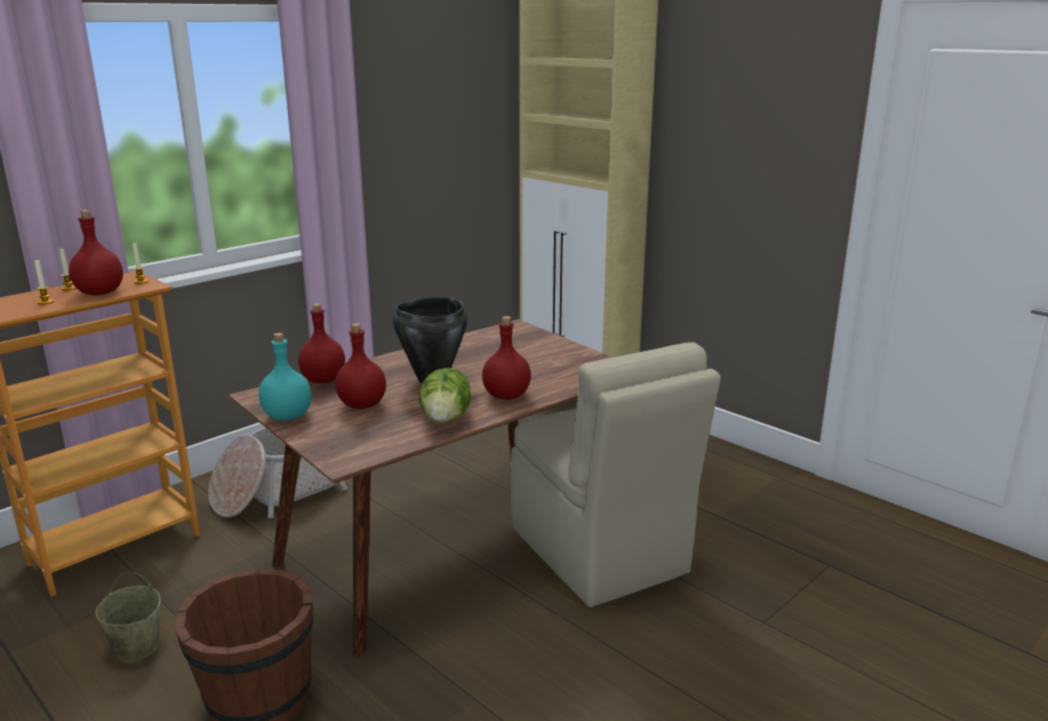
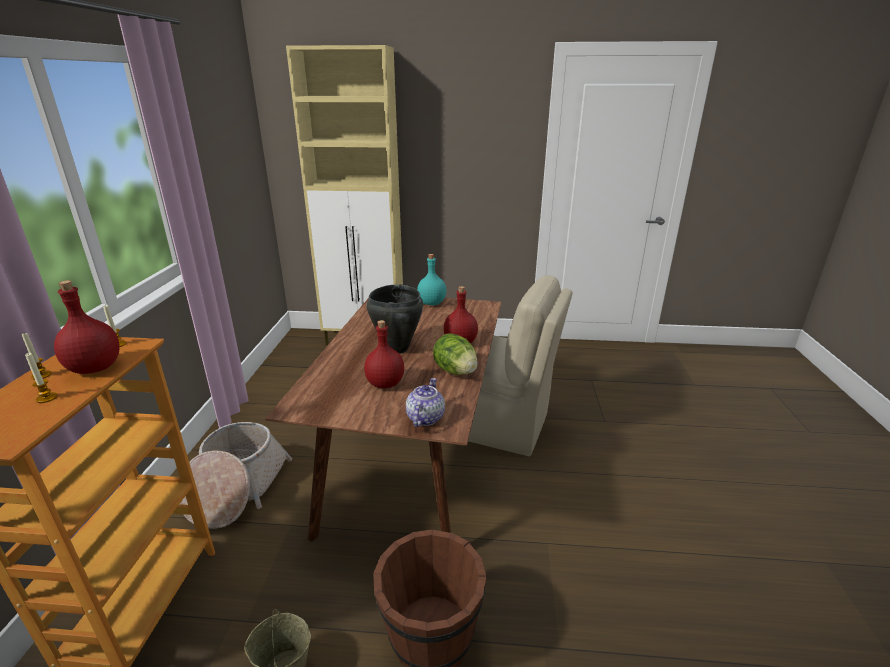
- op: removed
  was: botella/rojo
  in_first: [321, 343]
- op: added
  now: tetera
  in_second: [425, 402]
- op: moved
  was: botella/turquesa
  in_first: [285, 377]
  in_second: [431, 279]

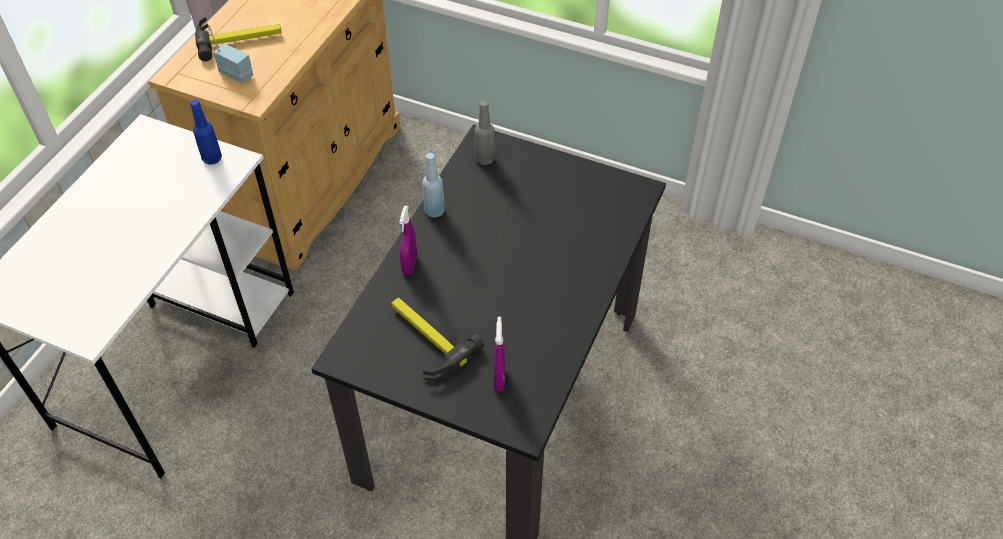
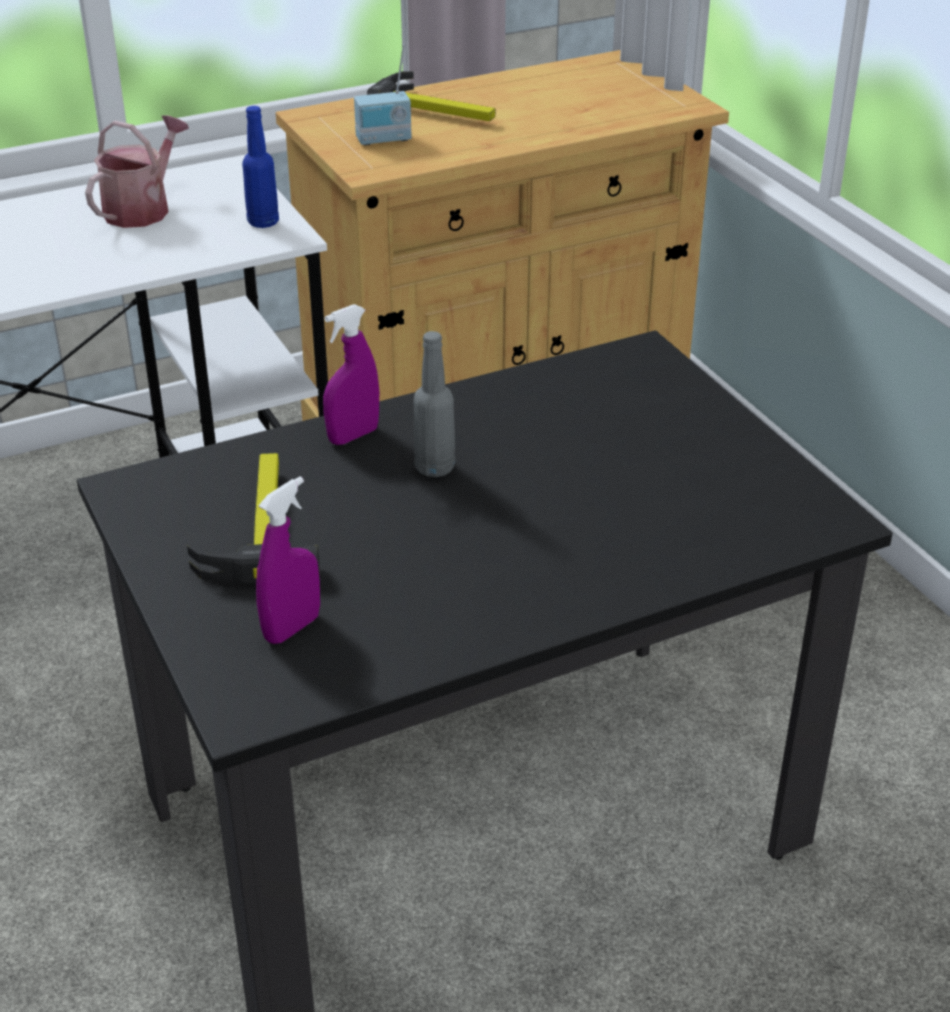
- op: removed
  was: botella/azul
  in_first: [433, 185]
- op: added
  now: regadera
  in_second: [137, 171]
- op: moved
  was: botella/gris
  in_first: [485, 133]
  in_second: [434, 404]
- op: turned
  was: radio
  in_first: [230, 54]
  in_second: [383, 95]
  clockwise: 90

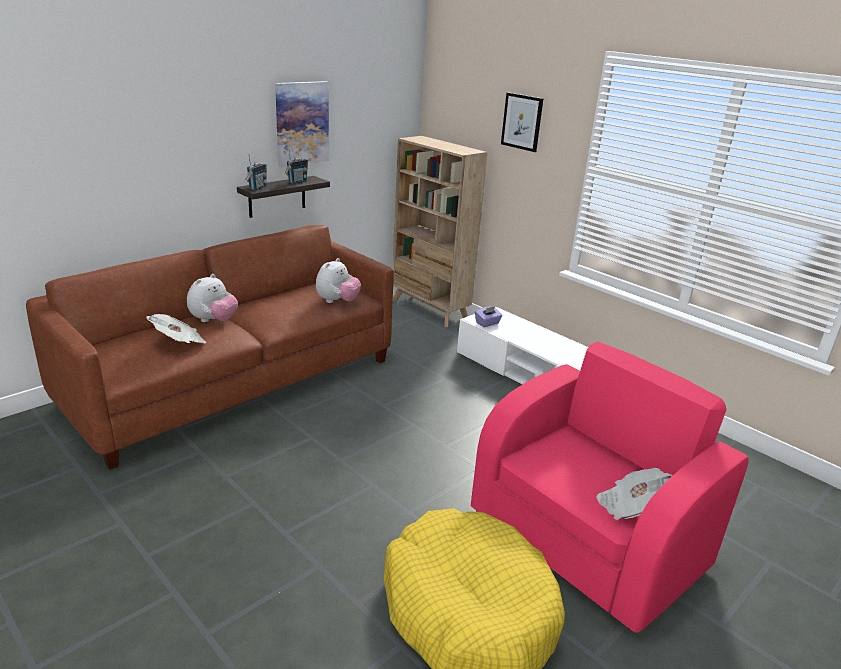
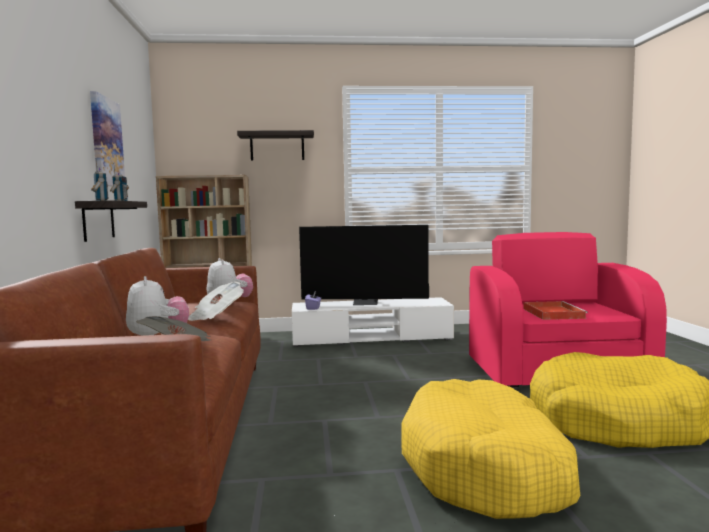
- op: added
  now: televisor
  in_second: [364, 265]
- op: added
  now: cama para perro/amarillo
  in_second: [490, 449]
- op: added
  now: bandeja/rojo
  in_second: [556, 310]
- op: moved
  was: periódico
  in_first: [634, 494]
  in_second: [216, 301]
- op: replaced
  was: cuadro
  now: estante
  in_first: [522, 122]
  in_second: [275, 145]

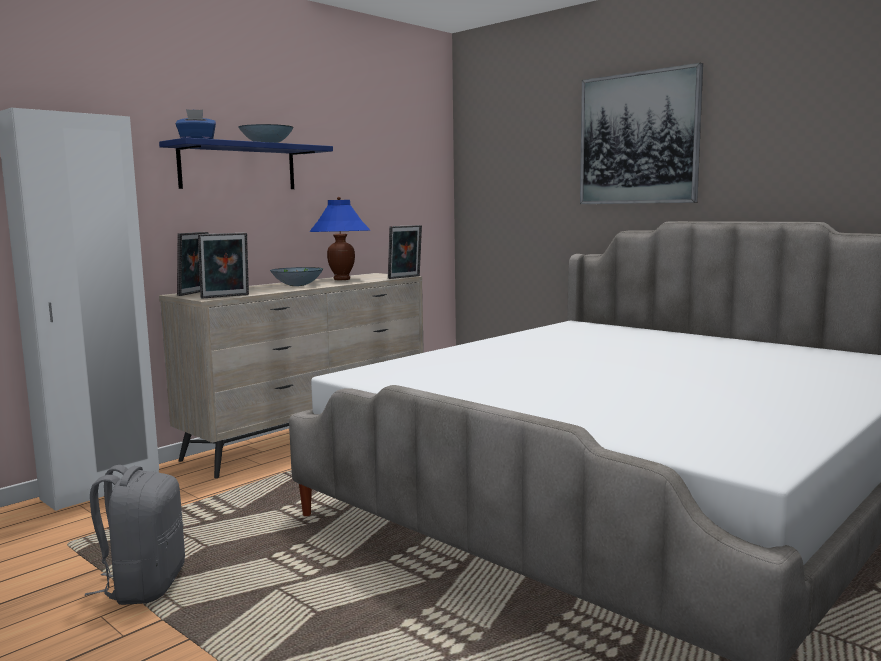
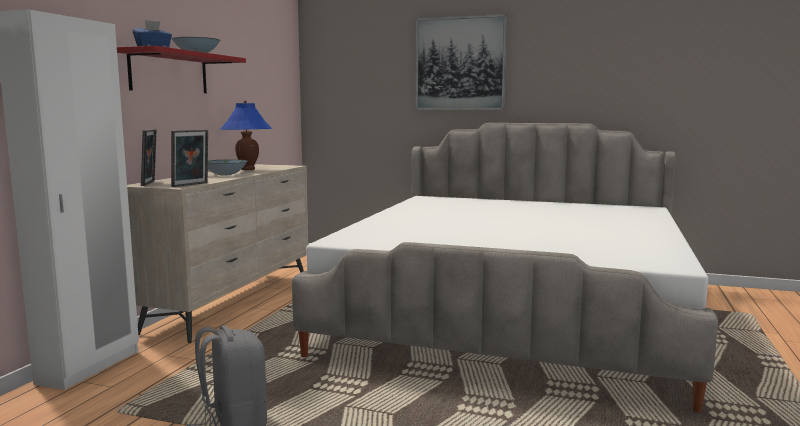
- op: removed
  was: portarretratos
  in_first: [405, 252]
- op: recoloured
  was: estante/azul
  now: estante/rojo
  in_first: [246, 163]
  in_second: [181, 69]

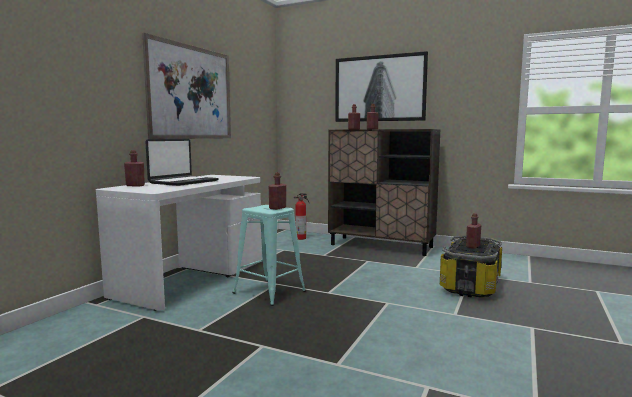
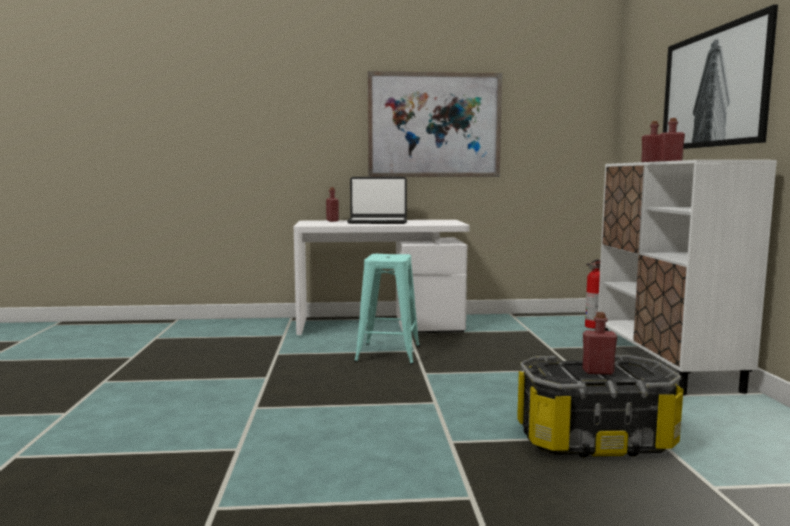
- op: removed
  was: botella/rojo
  in_first: [277, 191]
- op: recoloured
  was: armario/marrón
  now: armario/blanco
  in_first: [384, 192]
  in_second: [687, 278]

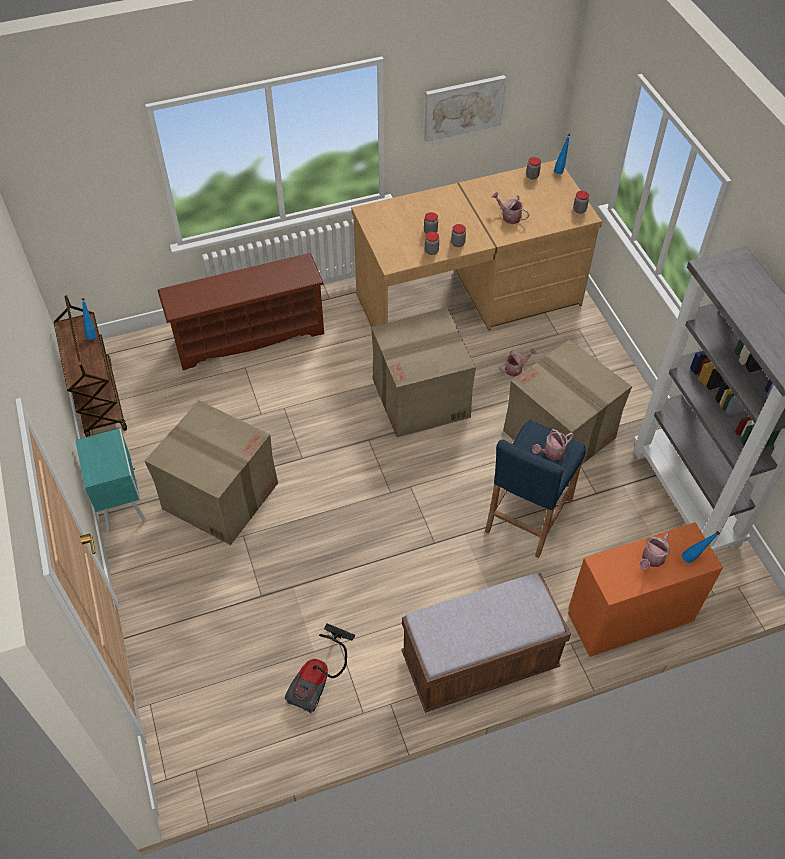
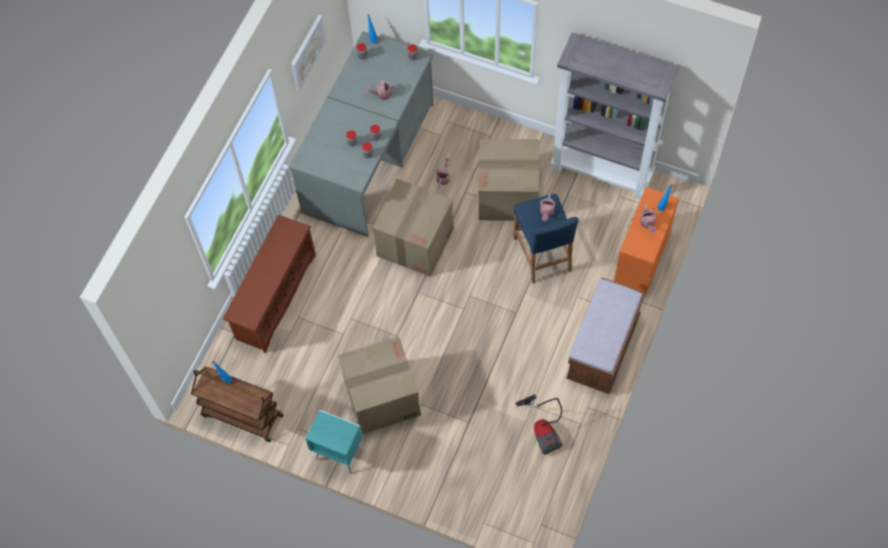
- op: recoloured
  was: escritorio/marrón
  now: escritorio/gris
  in_first: [476, 245]
  in_second: [361, 134]

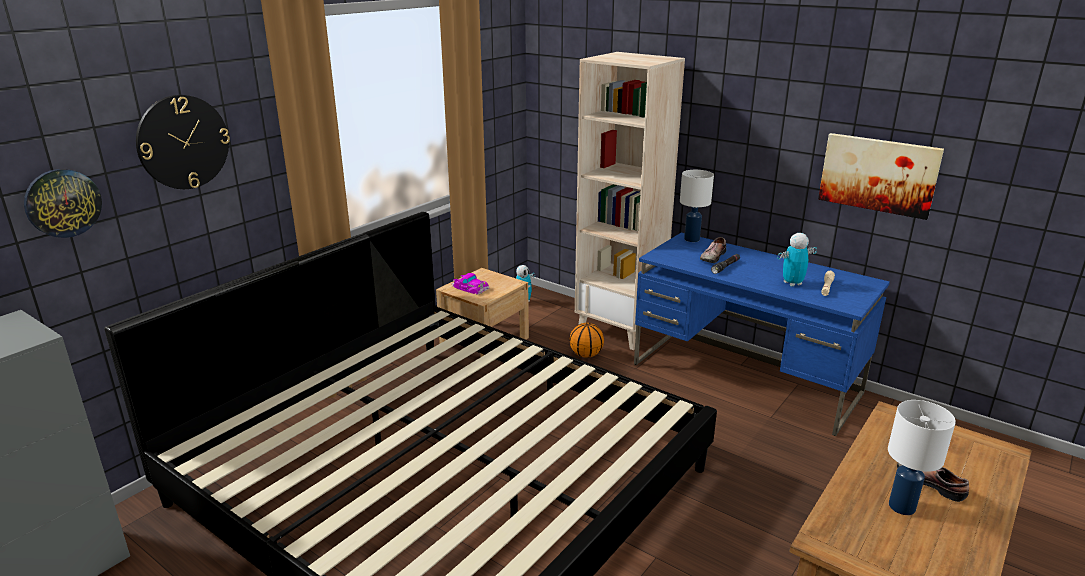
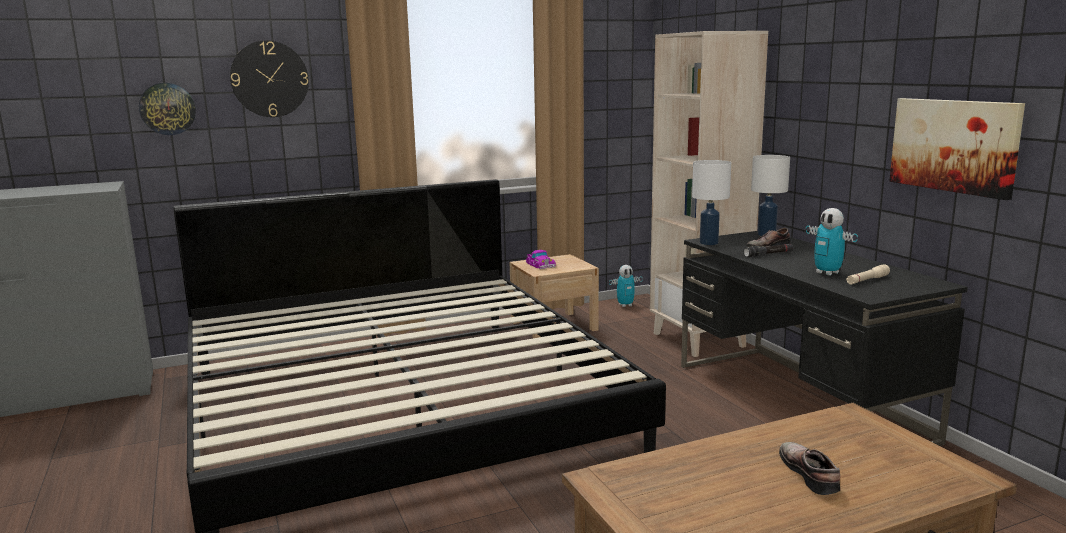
- op: removed
  was: balón de baloncesto
  in_first: [587, 340]
- op: moved
  was: lámpara de mesa/blanco
  in_first: [922, 457]
  in_second: [711, 202]
- op: recoloured
  was: escritorio/azul
  now: escritorio/negro
  in_first: [762, 334]
  in_second: [824, 338]
- op: turned
  was: robot de juguete
  in_first: [797, 260]
  in_second: [832, 242]
  clockwise: -135

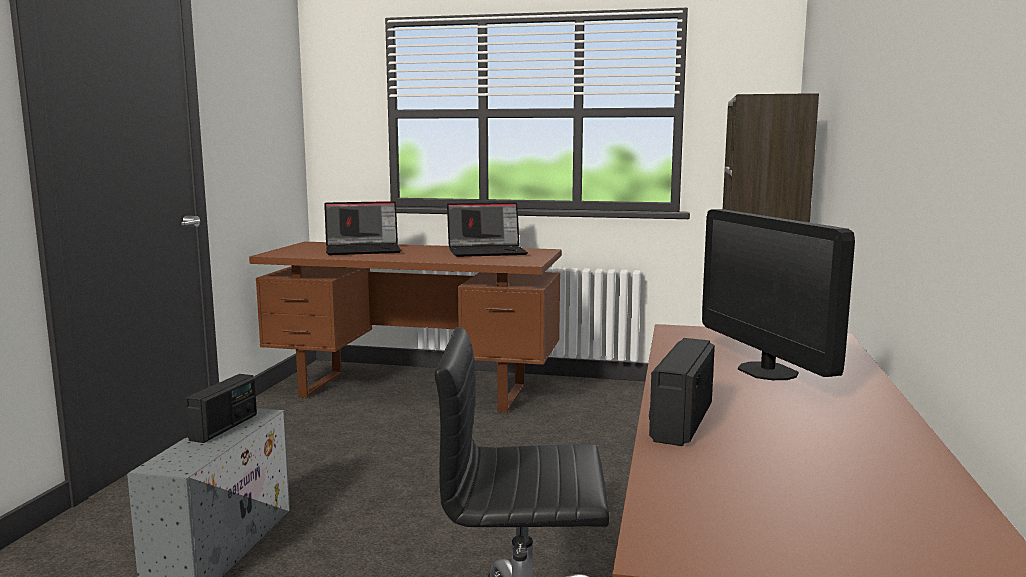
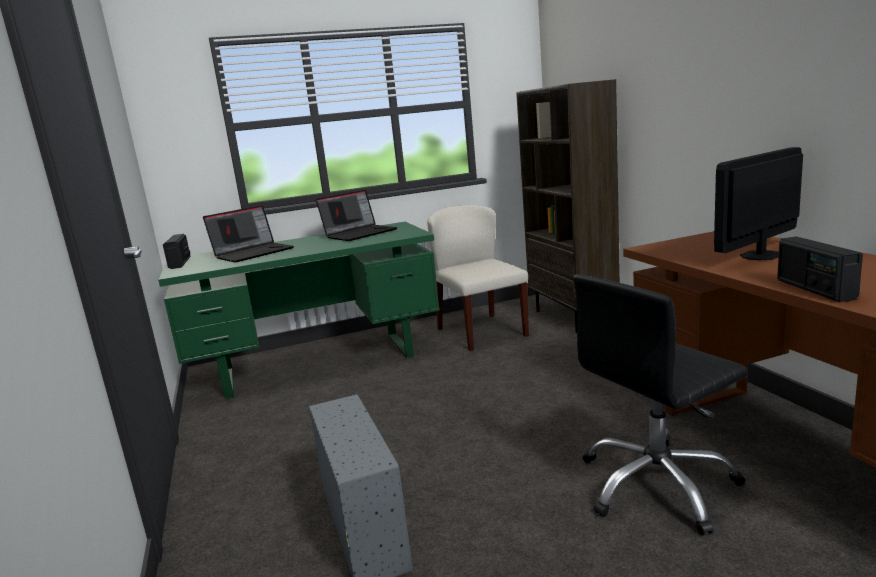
- op: added
  now: silla/beis
  in_second: [478, 278]
- op: moved
  was: radio
  in_first: [220, 408]
  in_second: [177, 251]
- op: recoloured
  was: escritorio/marrón
  now: escritorio/verde
  in_first: [405, 328]
  in_second: [299, 310]
- op: turned
  was: monitor
  in_first: [778, 294]
  in_second: [758, 203]
  clockwise: 105

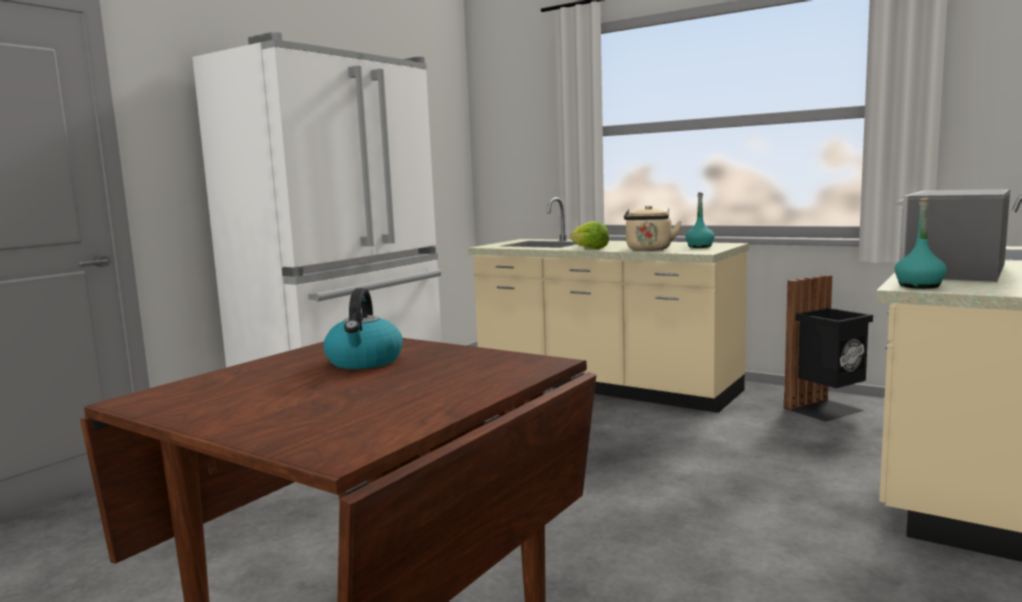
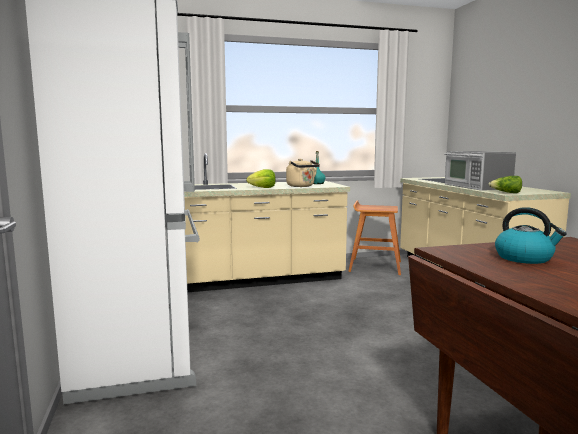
- op: replaced
  was: papelera/negro
  now: taburete/marrón
  in_first: [828, 348]
  in_second: [374, 237]
- op: replaced
  was: botella/turquesa
  now: lechuga
  in_first: [921, 243]
  in_second: [505, 184]

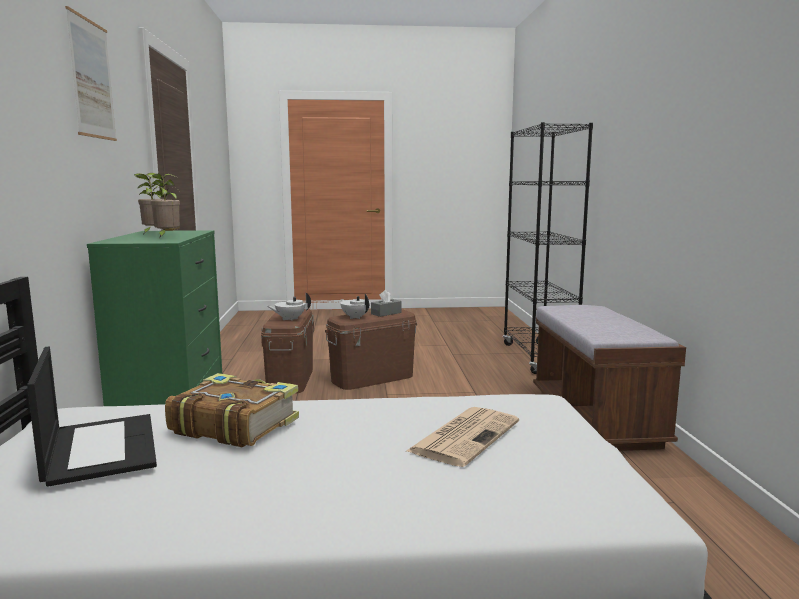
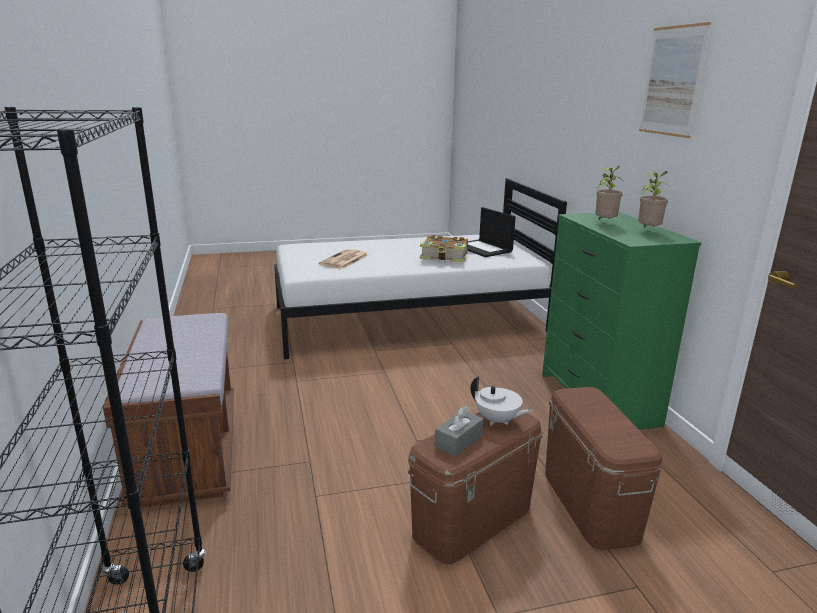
- op: removed
  was: tetera/blanco
  in_first: [289, 306]

